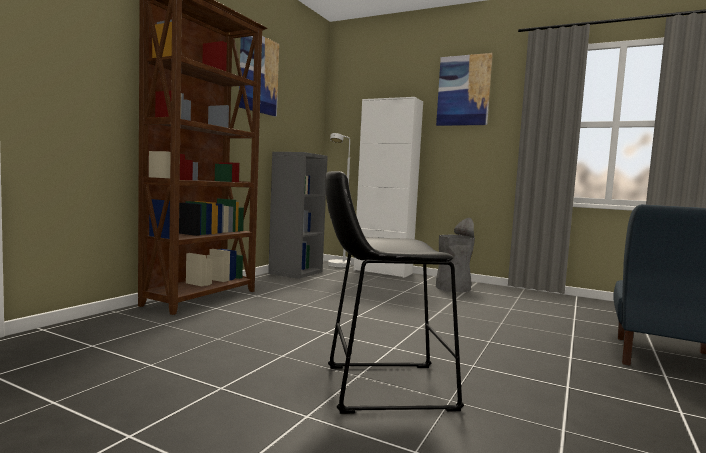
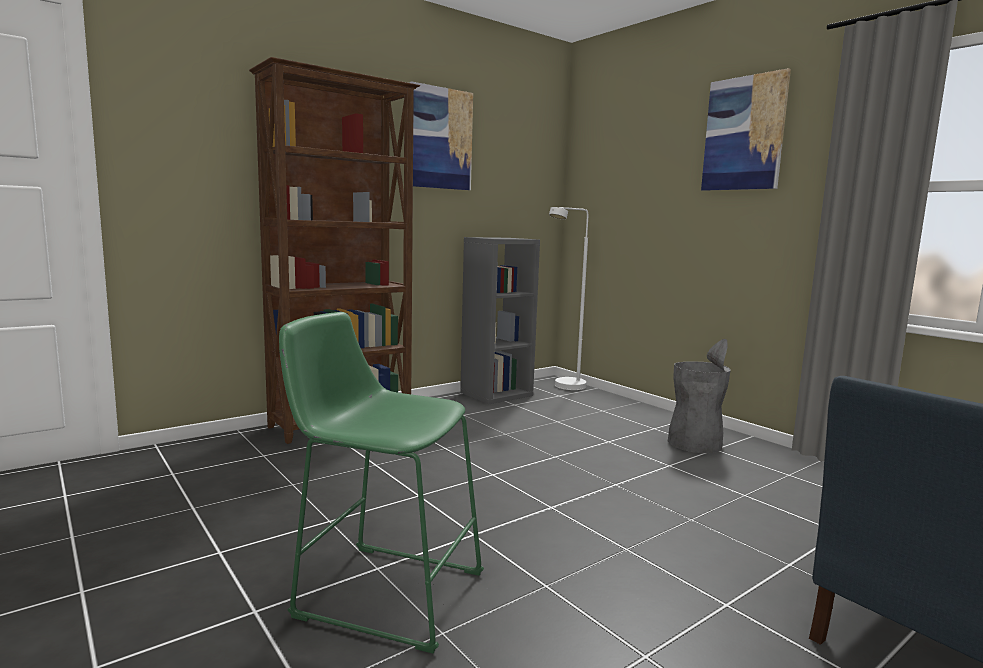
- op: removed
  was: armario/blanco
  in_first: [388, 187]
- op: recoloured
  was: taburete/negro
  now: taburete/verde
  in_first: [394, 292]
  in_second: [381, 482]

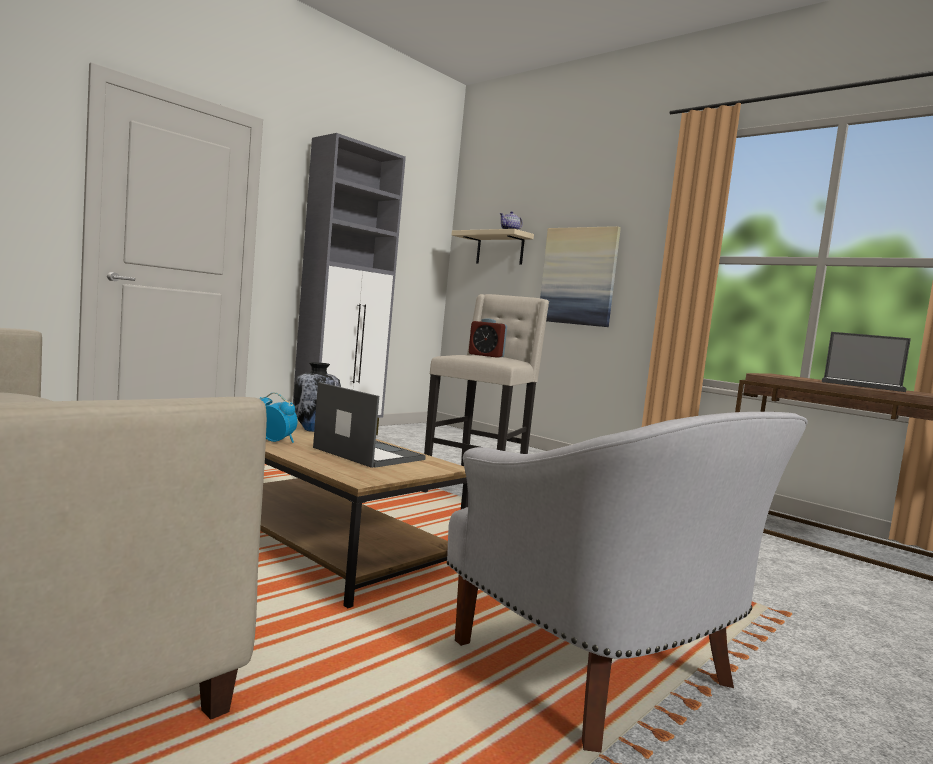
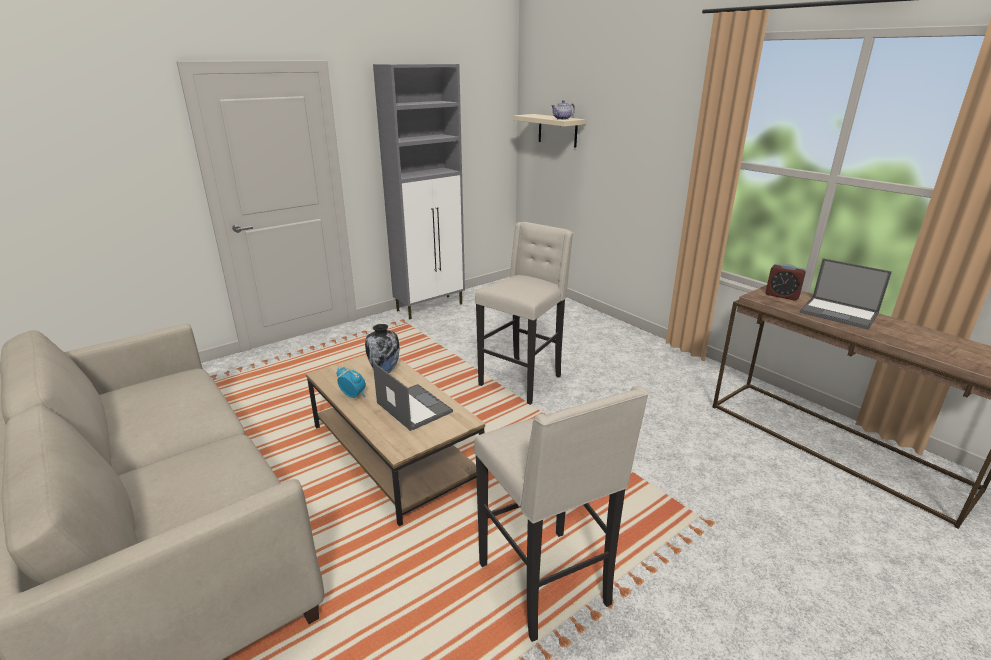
- op: removed
  was: cuadro
  in_first: [580, 276]
- op: moved
  was: despertador
  in_first: [488, 338]
  in_second: [785, 282]
- op: replaced
  was: sillón/blanco
  now: taburete/beis
  in_first: [627, 582]
  in_second: [561, 514]

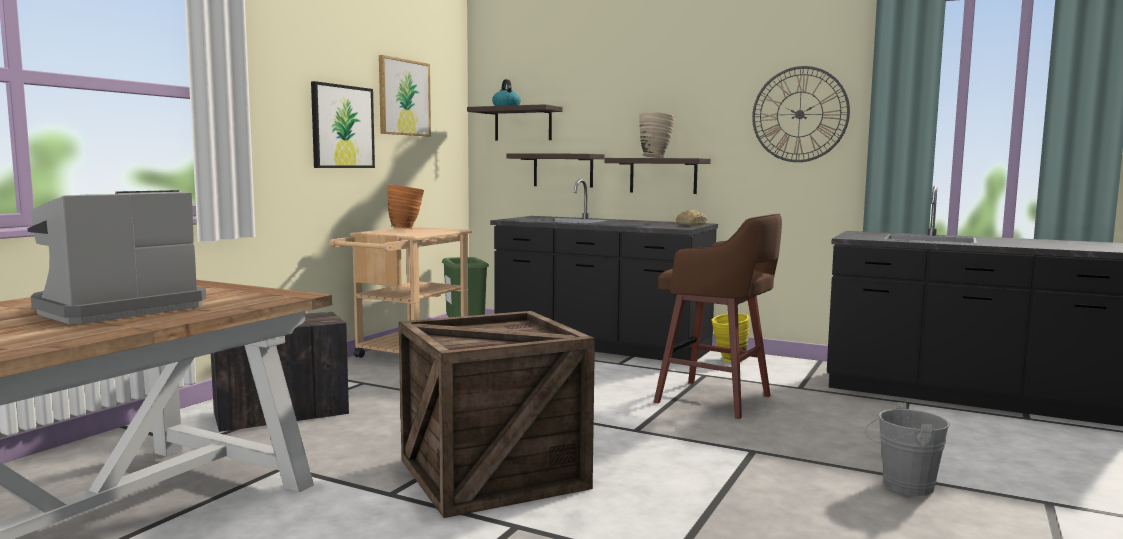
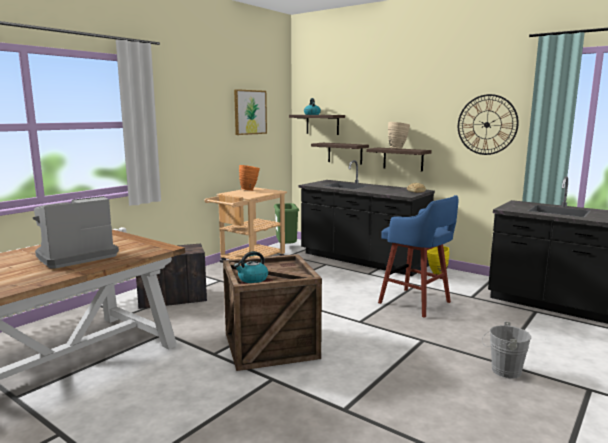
- op: removed
  was: cuadro
  in_first: [343, 124]
- op: added
  now: hervidor
  in_second: [251, 267]
- op: recoloured
  was: taburete/marrón
  now: taburete/azul
  in_first: [718, 316]
  in_second: [418, 256]

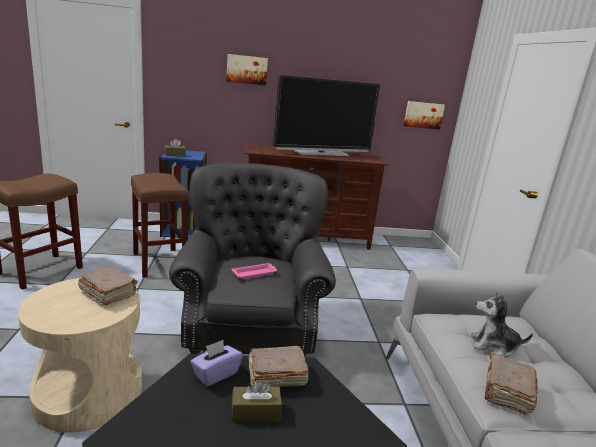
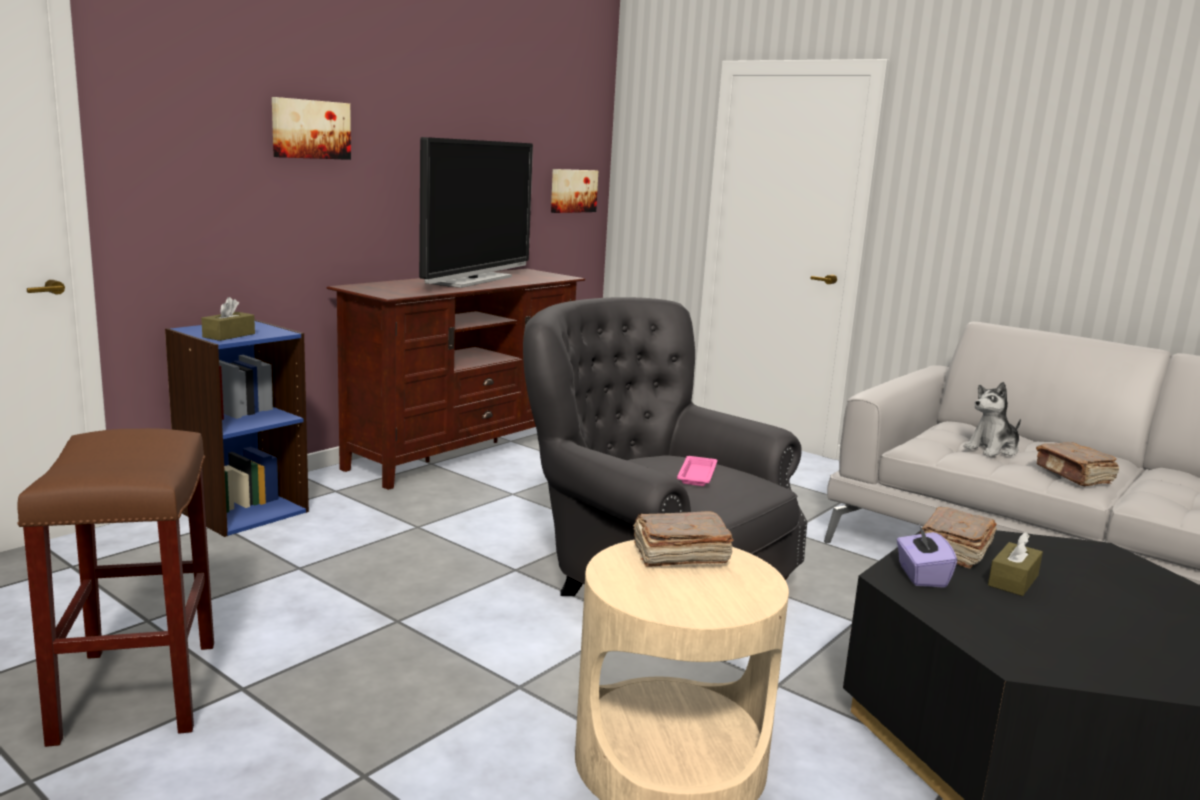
- op: removed
  was: taburete/marrón
  in_first: [160, 225]

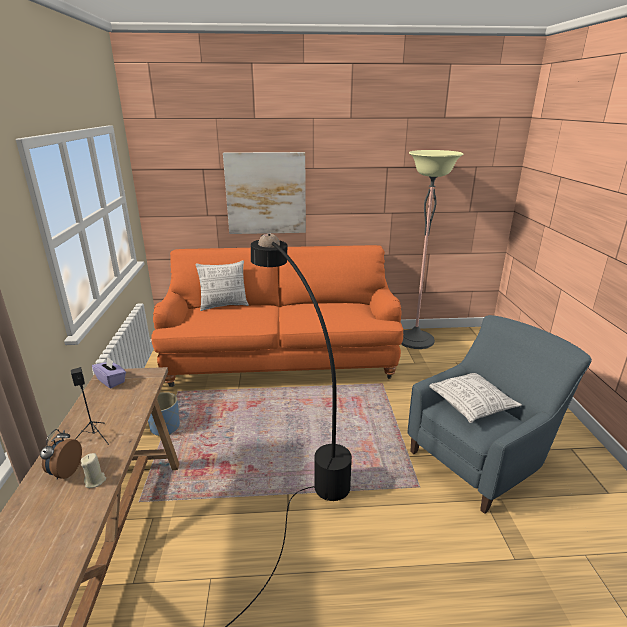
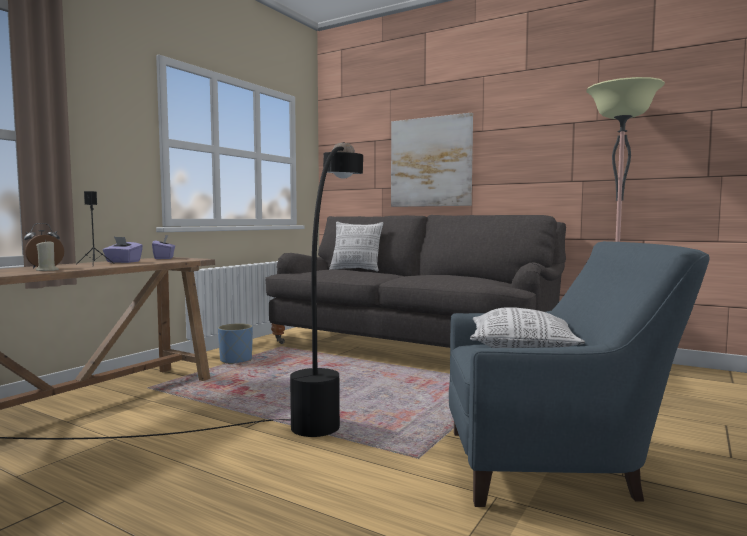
- op: added
  now: caja de pañuelos/morado
  in_second: [122, 250]
- op: recoloured
  was: sofá/naranja
  now: sofá/gris
  in_first: [277, 316]
  in_second: [416, 281]

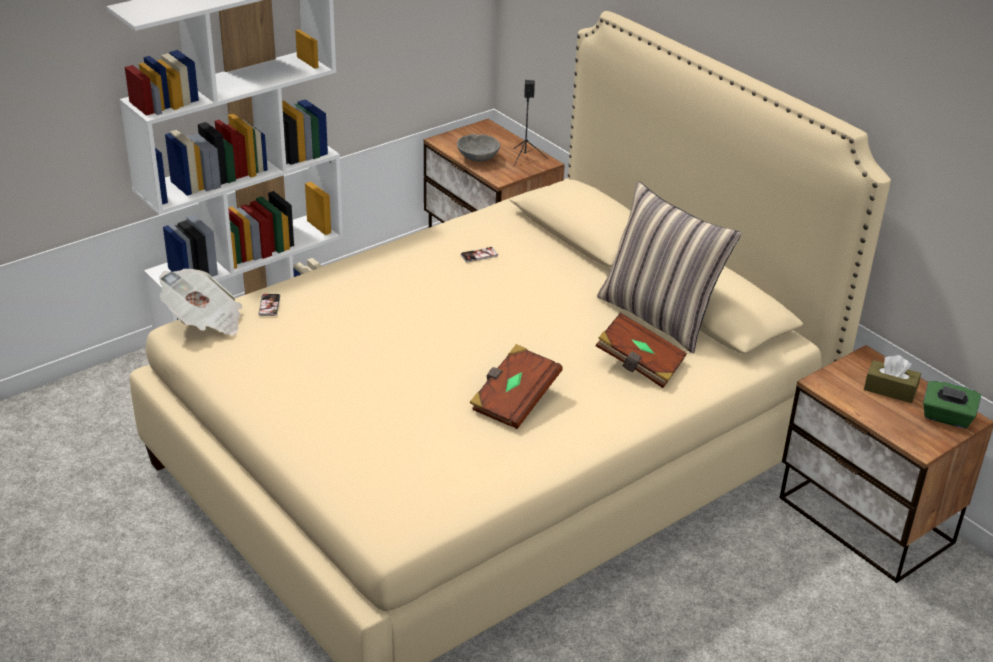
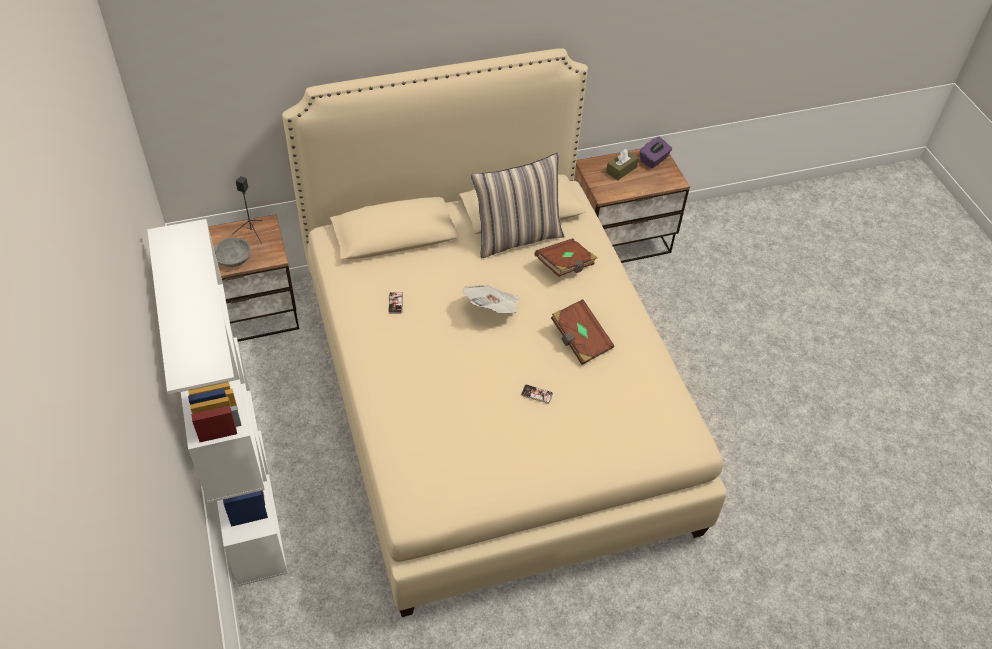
- op: moved
  was: periódico
  in_first: [200, 302]
  in_second: [491, 299]
- op: moved
  was: móvil
  in_first: [269, 305]
  in_second: [537, 394]
- op: recoloured
  was: caja de pañuelos/verde
  now: caja de pañuelos/morado
  in_first: [952, 404]
  in_second: [656, 152]

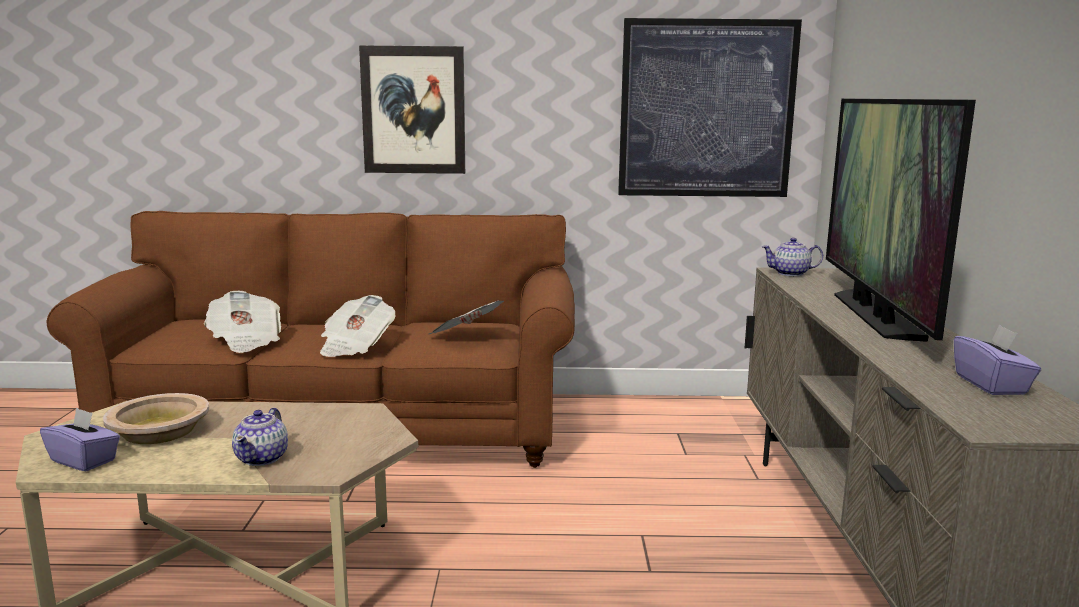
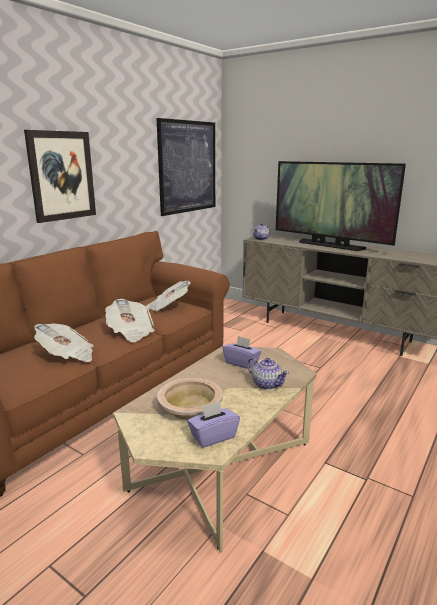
- op: moved
  was: caja de pañuelos/morado
  in_first: [997, 359]
  in_second: [241, 352]

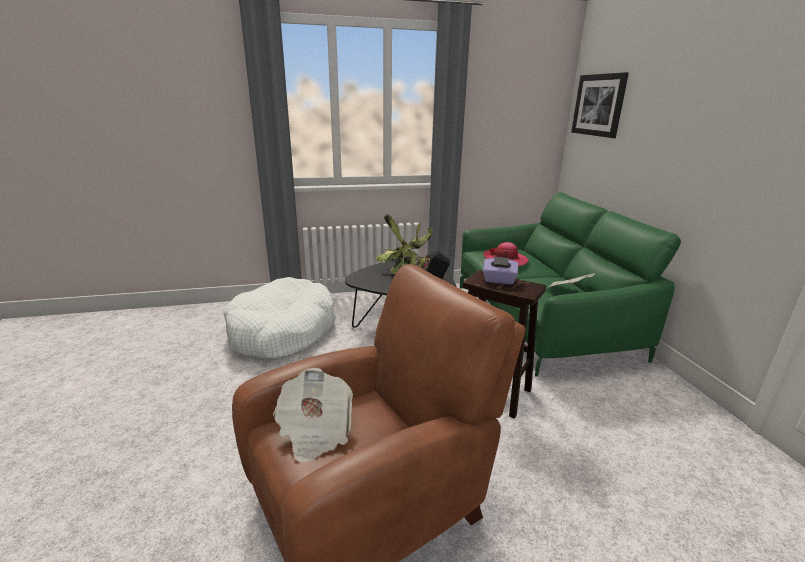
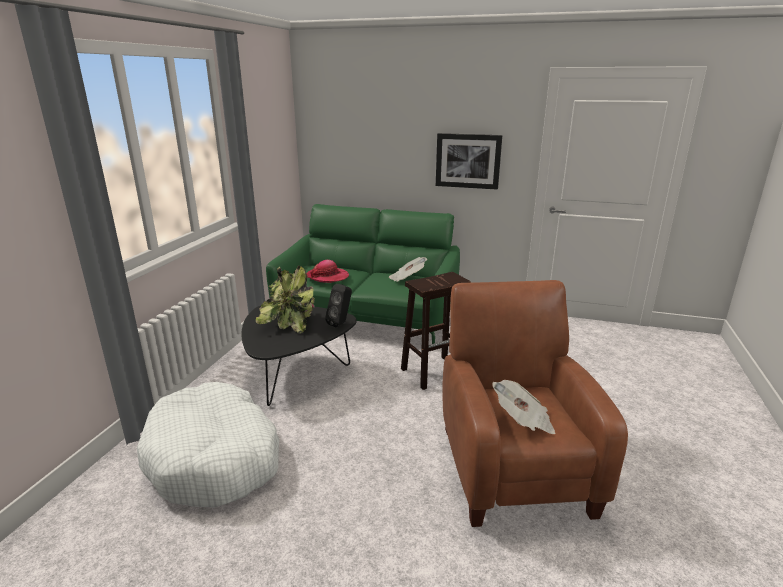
- op: removed
  was: caja de pañuelos/morado
  in_first: [500, 270]
- op: moved
  was: cuadro
  in_first: [600, 105]
  in_second: [469, 161]

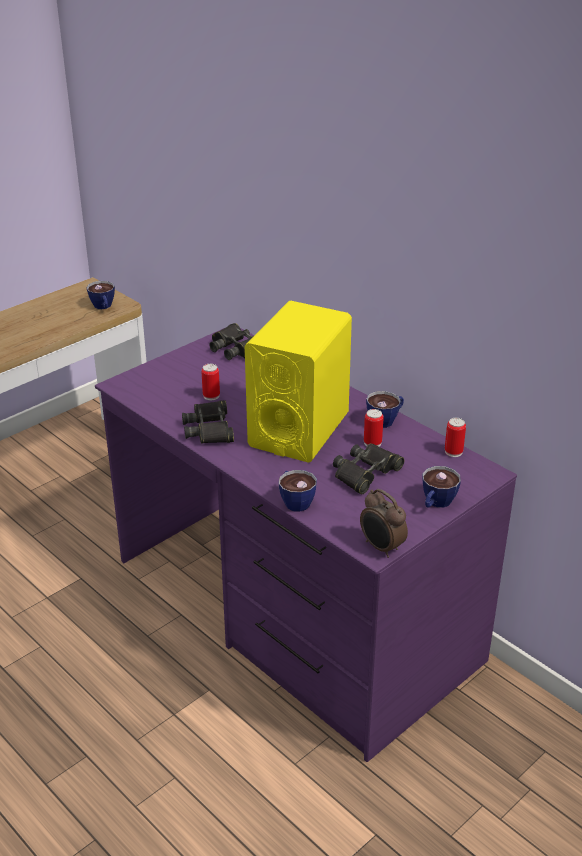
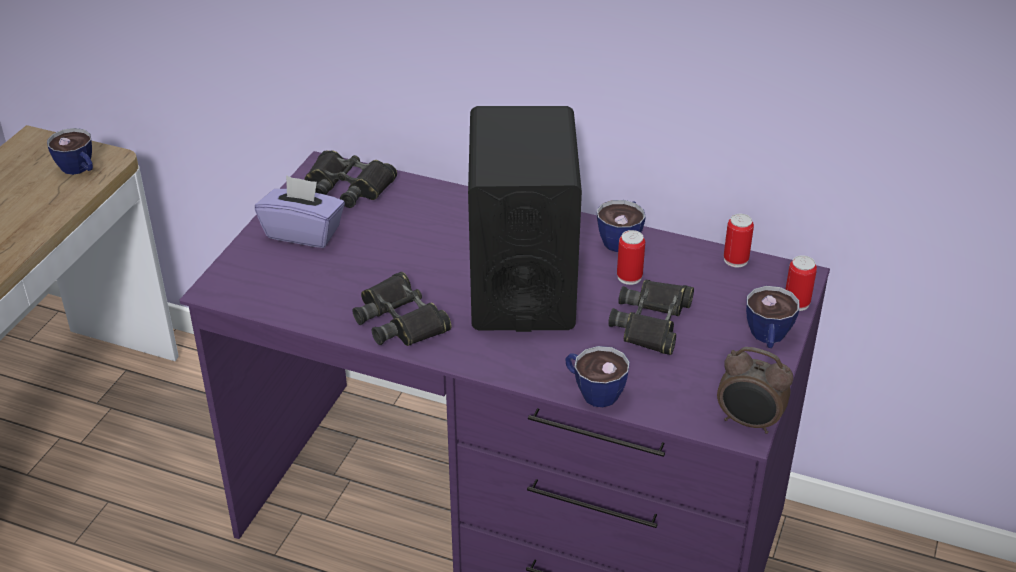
- op: added
  now: caja de pañuelos/morado
  in_second: [300, 211]
- op: moved
  was: lata
  in_first: [210, 382]
  in_second: [801, 283]
- op: recoloured
  was: altavoz/amarillo
  now: altavoz/negro
  in_first: [298, 381]
  in_second: [525, 219]

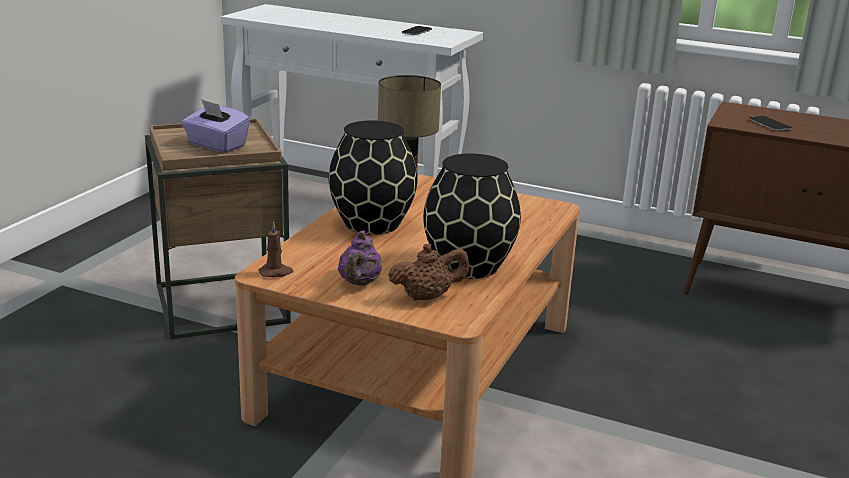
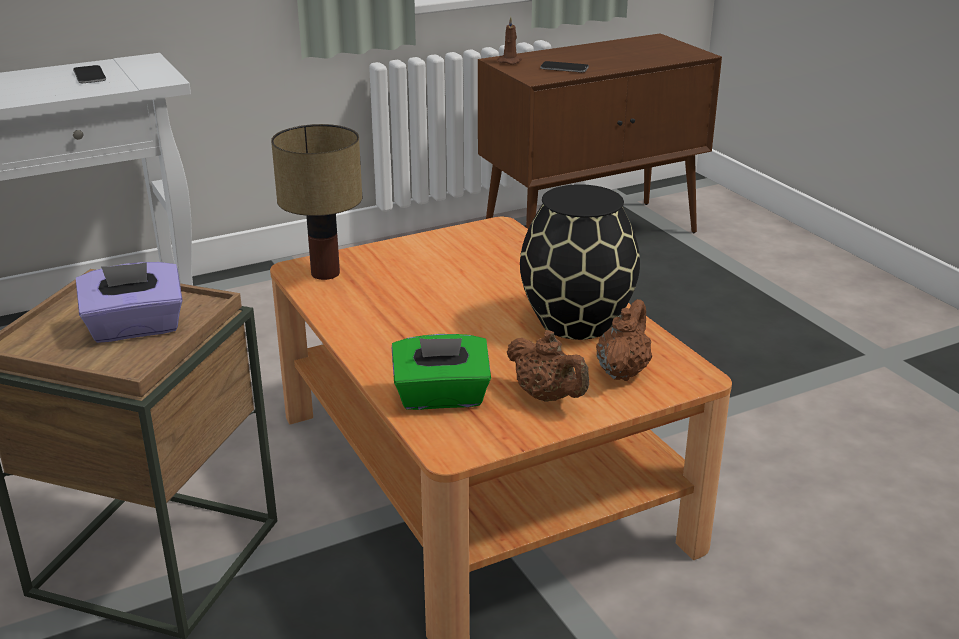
- op: removed
  was: florero/negro
  in_first: [373, 177]
- op: added
  now: caja de pañuelos/verde
  in_second: [441, 372]
- op: moved
  was: vela/marrón
  in_first: [276, 249]
  in_second: [510, 40]
- op: recoloured
  was: tetera/morado
  now: tetera/marrón
  in_first: [360, 258]
  in_second: [547, 366]

